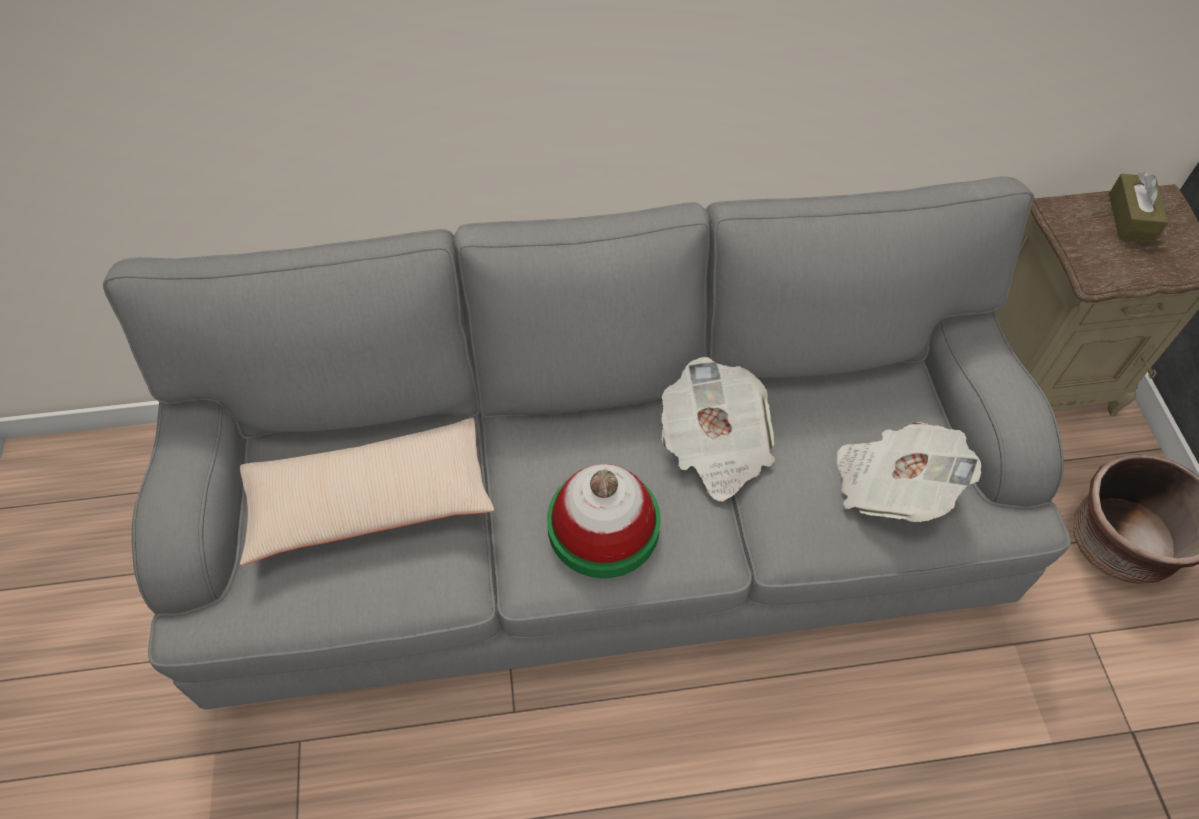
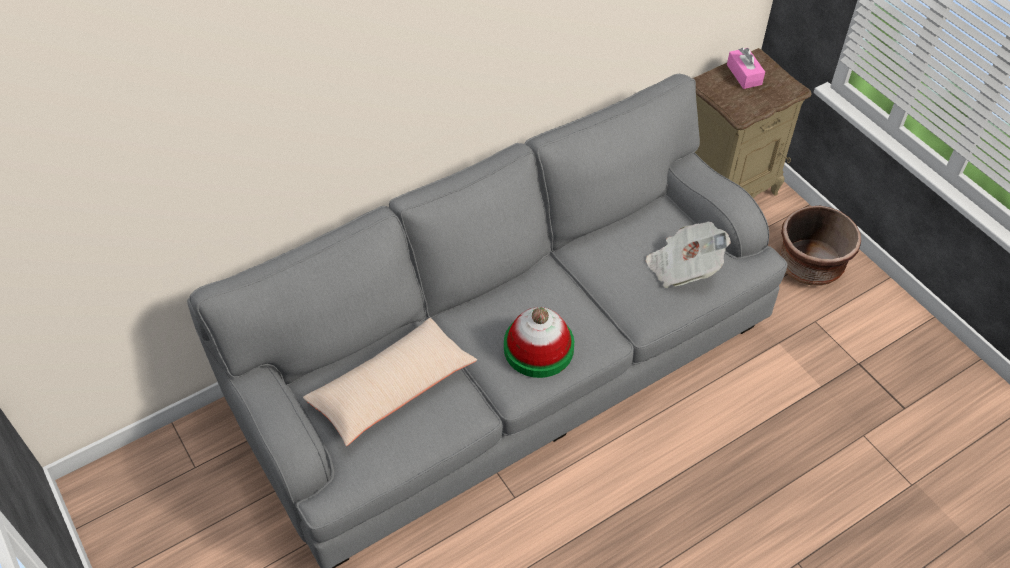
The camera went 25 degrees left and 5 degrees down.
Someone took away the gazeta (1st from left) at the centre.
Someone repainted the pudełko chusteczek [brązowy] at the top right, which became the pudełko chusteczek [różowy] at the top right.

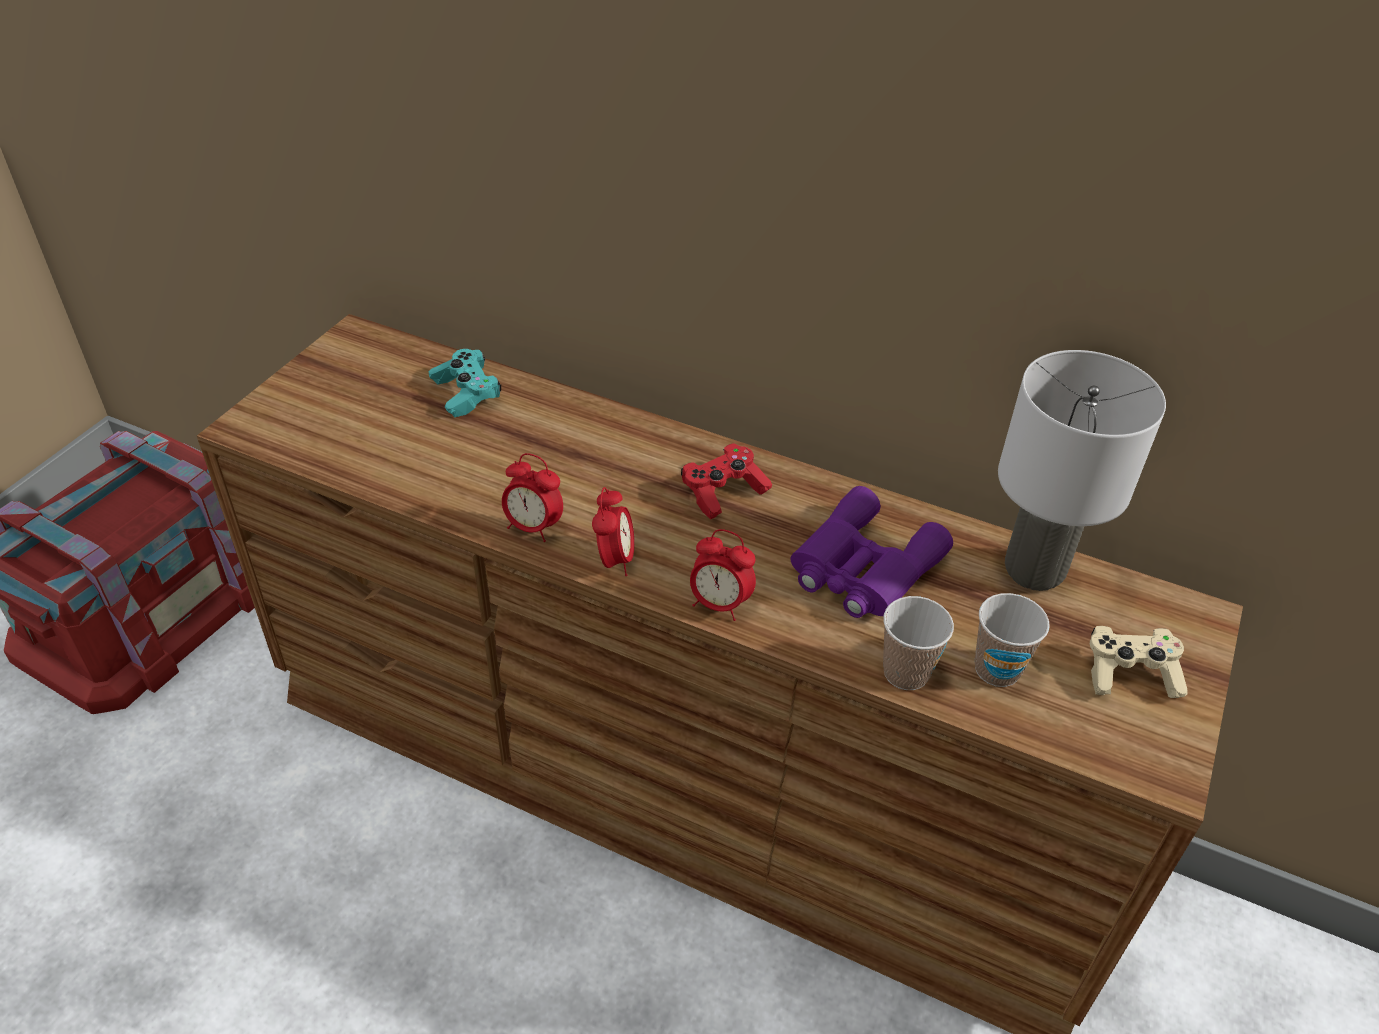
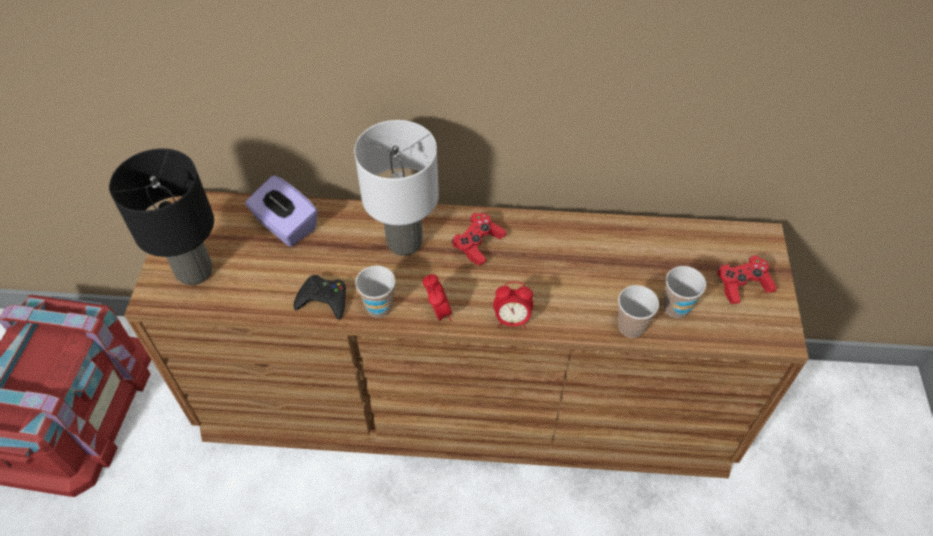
The camera went 20 degrees left and 10 degrees up.
Someone swapped the pad do gier [turkusowy] at the centre for the pudełko chusteczek [fioletowy] at the middle left.
Someone swapped the budzik (1st from left) at the centre for the filiżanka (1st from left) at the centre.
Someone took away the lornetka [fioletowy] at the centre.
Someone carried the lampa stołowa [biały] from the middle right to the centre.
Someone repainted the pad do gier [beżowy] at the middle right, which became the pad do gier [czerwony] (2nd from left) at the middle right.
Someone put down the lampa stołowa [czarny] at the middle left.
Someone put down the pad do gier [czarny] at the centre.

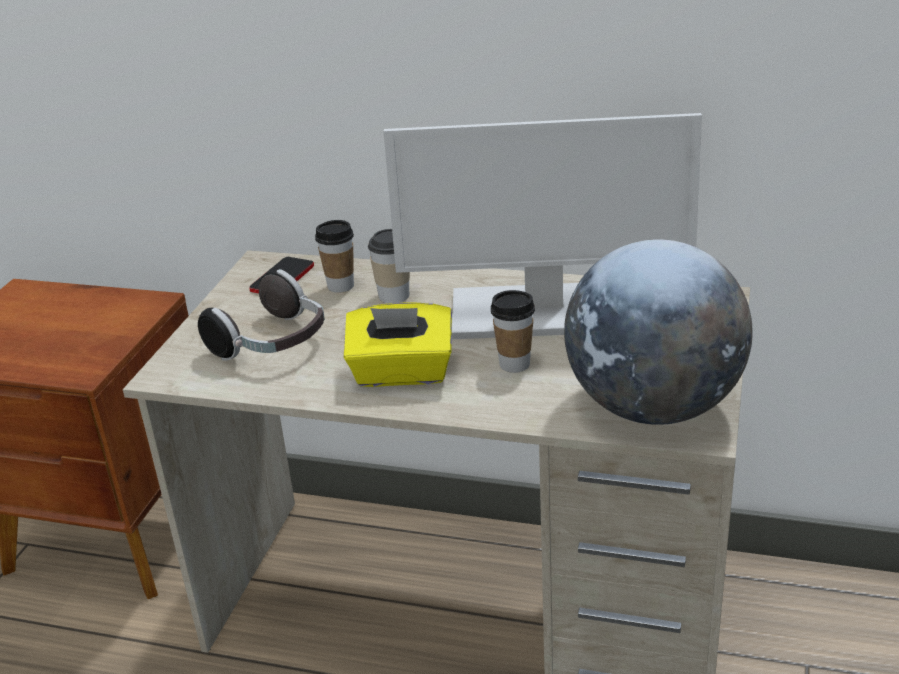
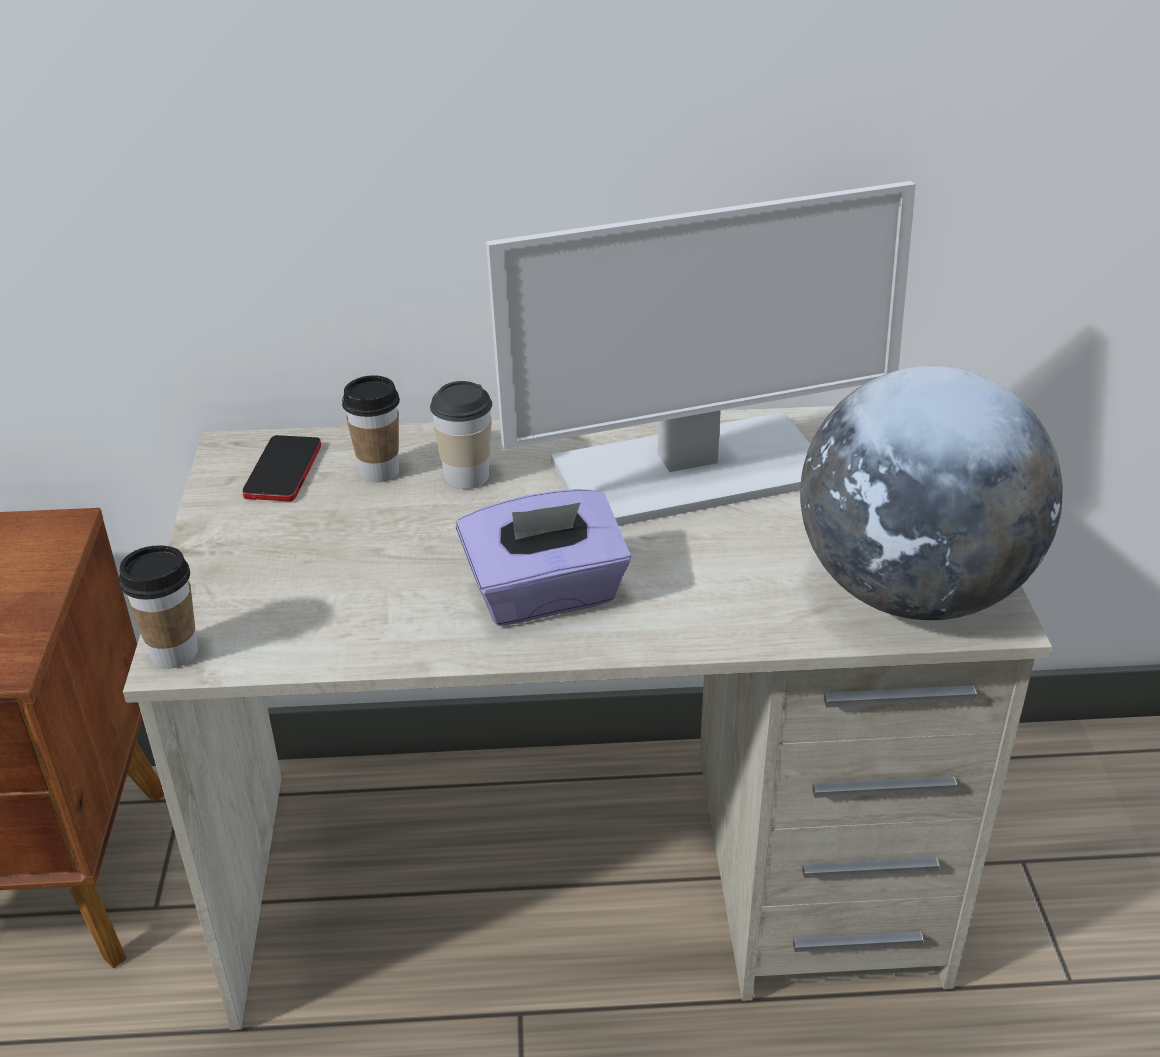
The camera went 20 degrees left and 5 degrees up.
Someone took away the słuchawki at the middle left.
Someone repainted the pudełko chusteczek [żółty] at the centre, which became the pudełko chusteczek [fioletowy] at the centre.
Someone carried the filiżanka (3rd from left in the first image) from the centre to the middle left.

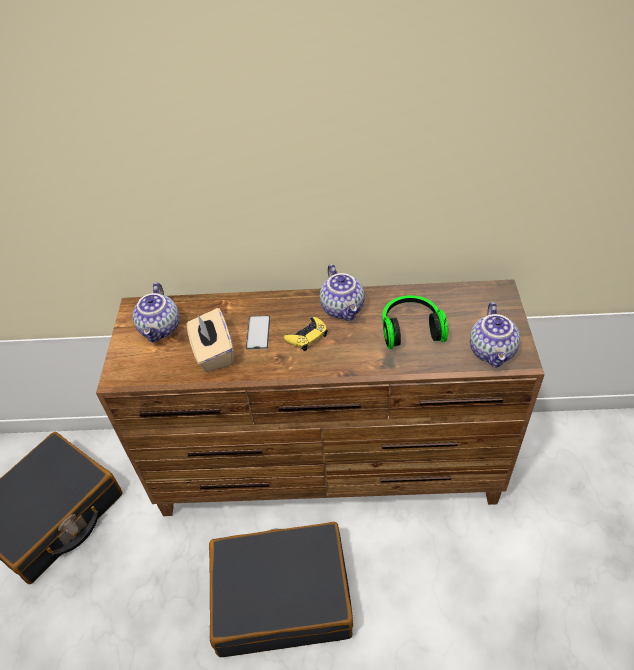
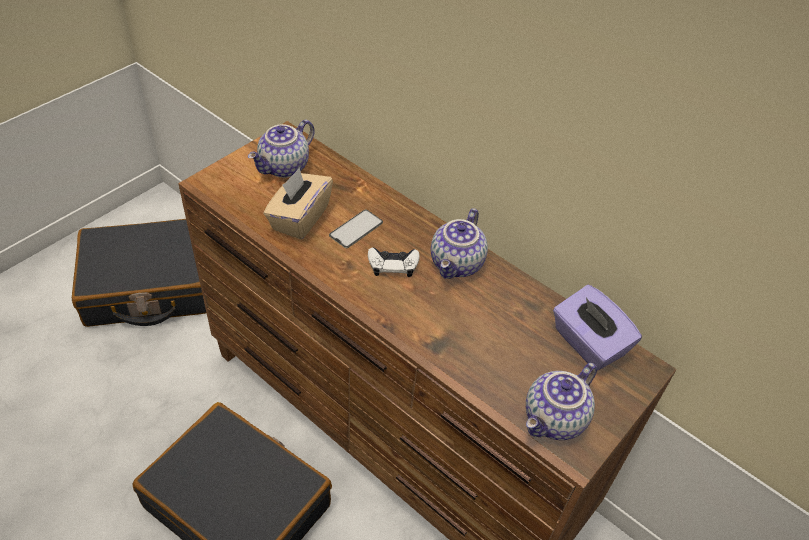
The camera went 35 degrees right and 0 degrees up.
Someone repainted the pad do gier [żółty] at the centre, which became the pad do gier [biały] at the centre.
Someone took away the słuchawki at the centre.
Someone put down the pudełko chusteczek [fioletowy] at the middle right.

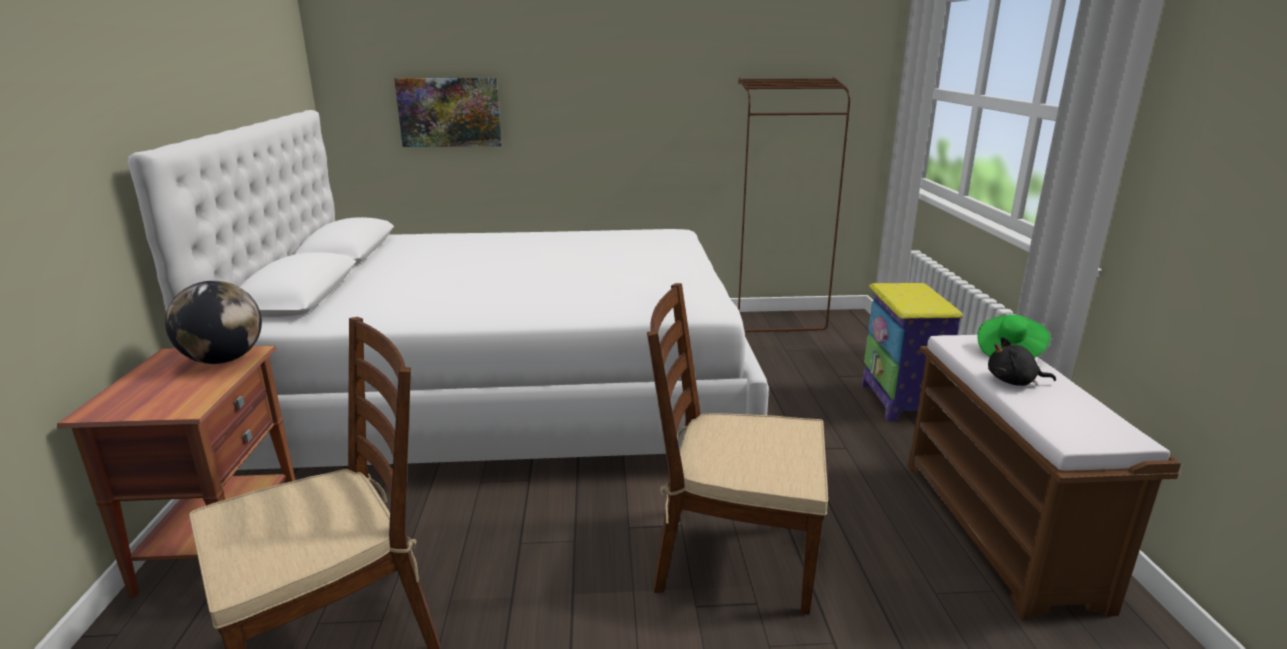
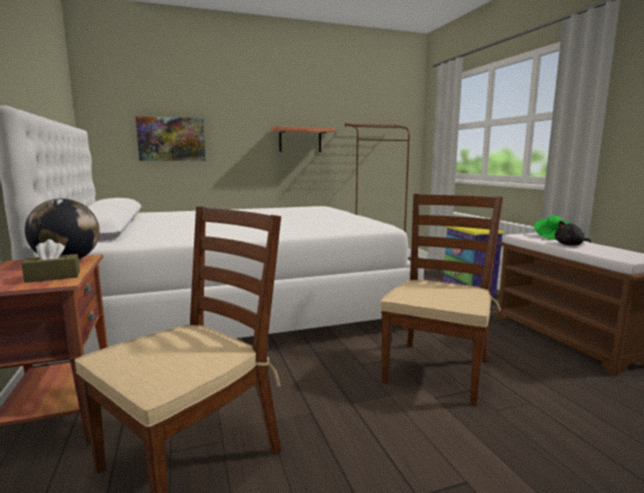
The camera went 15 degrees left and 10 degrees down.
Someone rotated the krzesło [brązowy] (2nd from left) at the bottom centre by 120 degrees clockwise.
Someone put down the pudełko chusteczek [brązowy] at the middle left.
Someone put up the półka at the top centre.

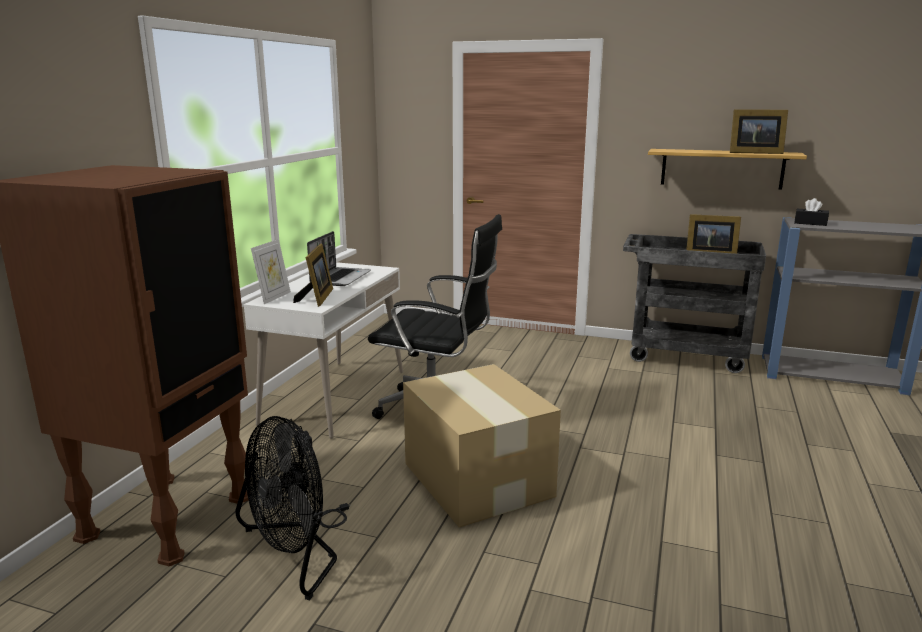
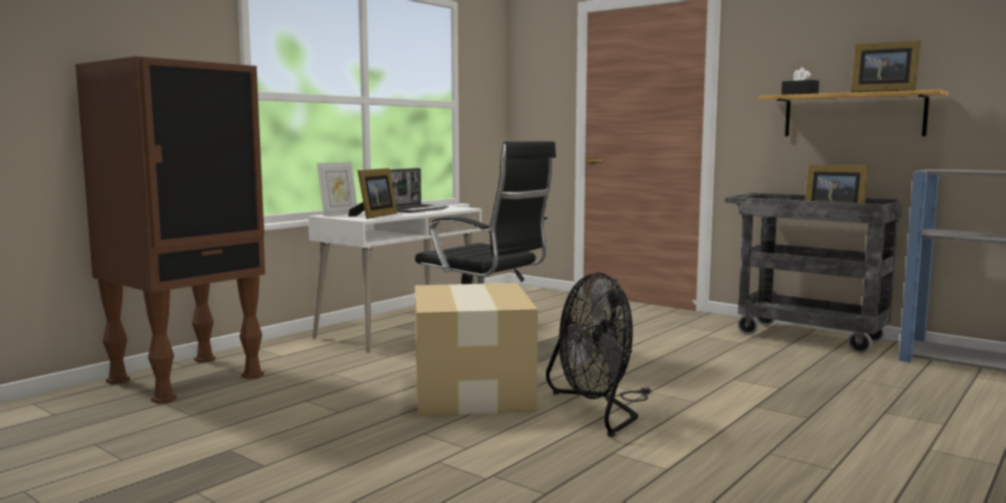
The camera went 20 degrees right and 10 degrees down.
Someone carried the wentylator [czarny] from the bottom left to the bottom centre.
Someone carried the pudełko chusteczek [czarny] from the middle right to the top right.

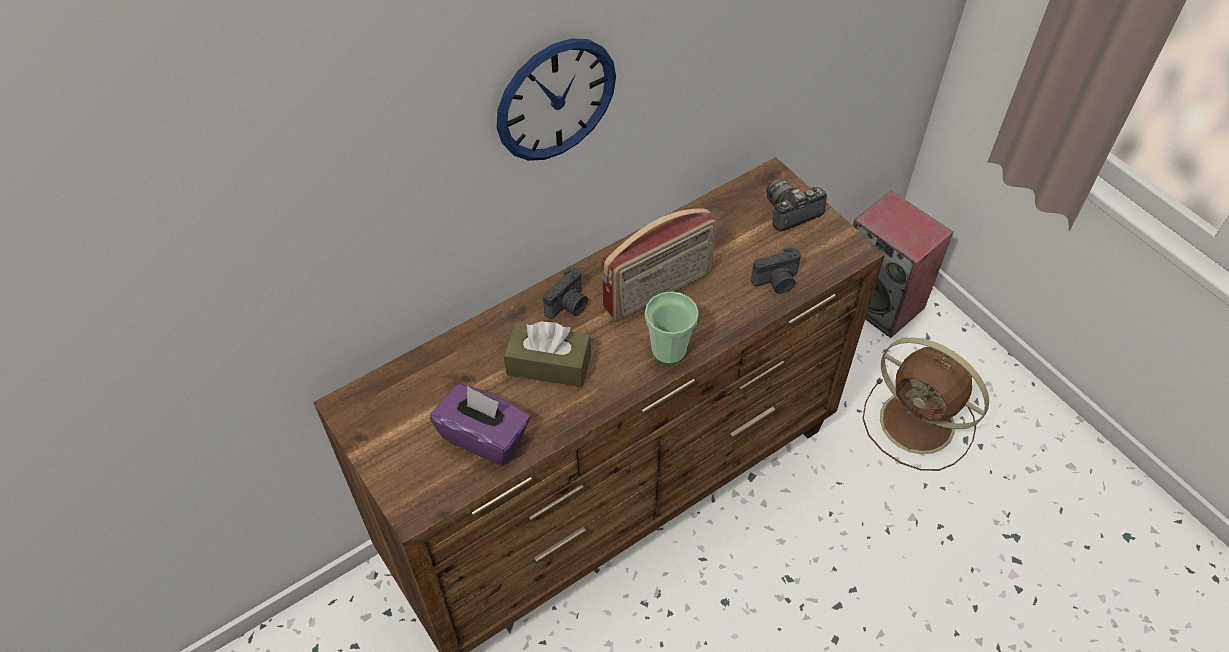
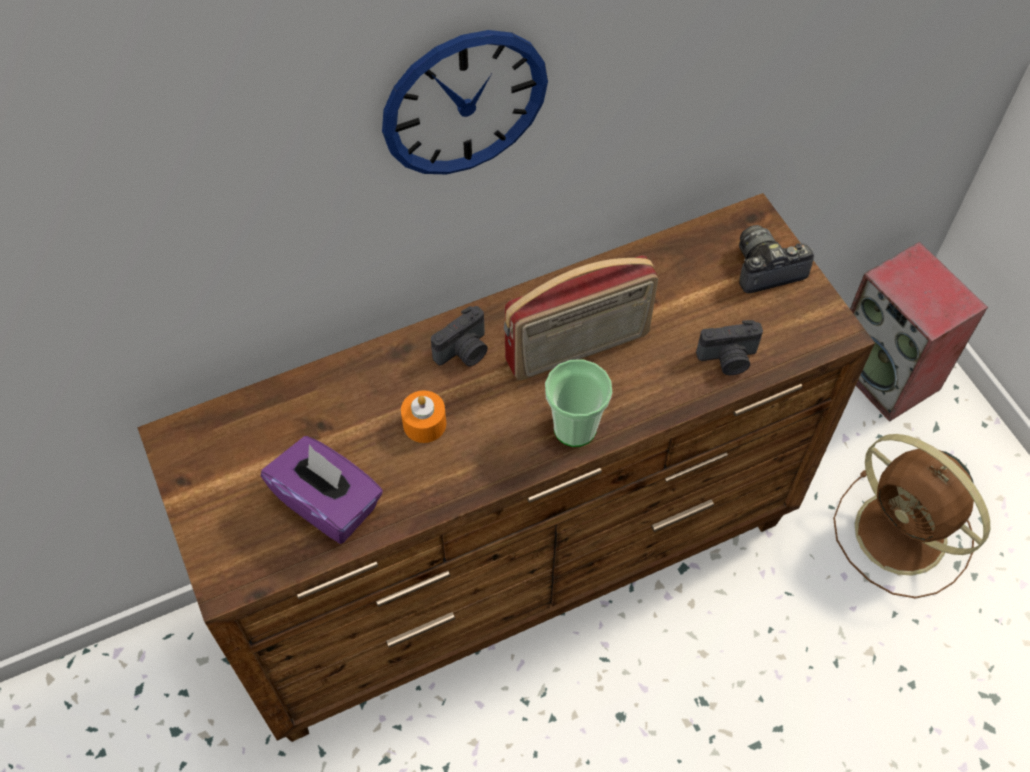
The camera went 10 degrees right and 5 degrees up.
Someone swapped the pudełko chusteczek [brązowy] at the centre for the świeca [pomarańczowy] at the centre.

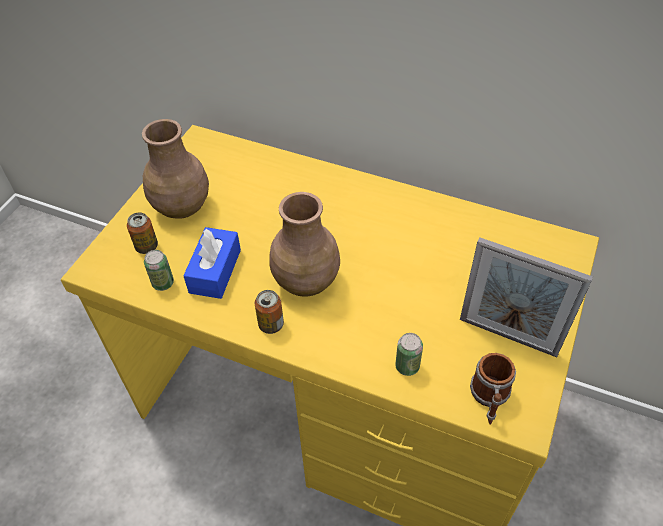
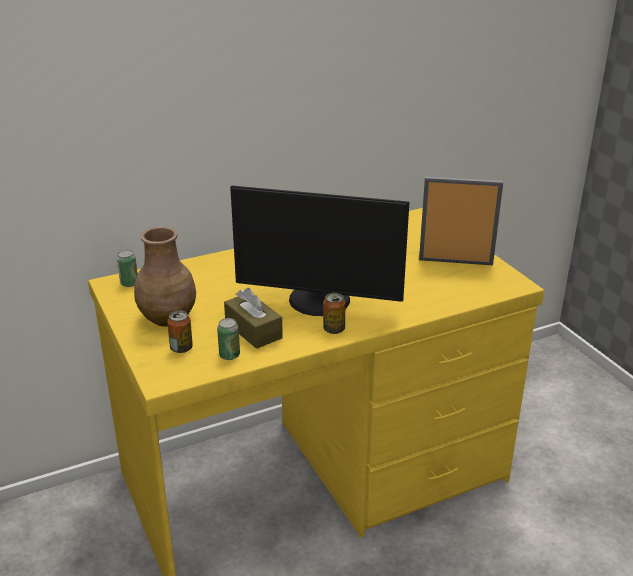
The camera went 50 degrees left and 20 degrees down.
Someone repainted the pudełko chusteczek [niebieski] at the middle left, which became the pudełko chusteczek [brązowy] at the centre.
Someone swapped the wazon [brązowy] (2nd from left) at the centre for the monitor at the centre.
Someone carried the puszka (4th from left in the first image) from the bottom centre to the middle left.
Someone rotated the ramka na zdjęcie at the middle right by 150 degrees counterclockwise.
Someone took away the kubek at the bottom right.

